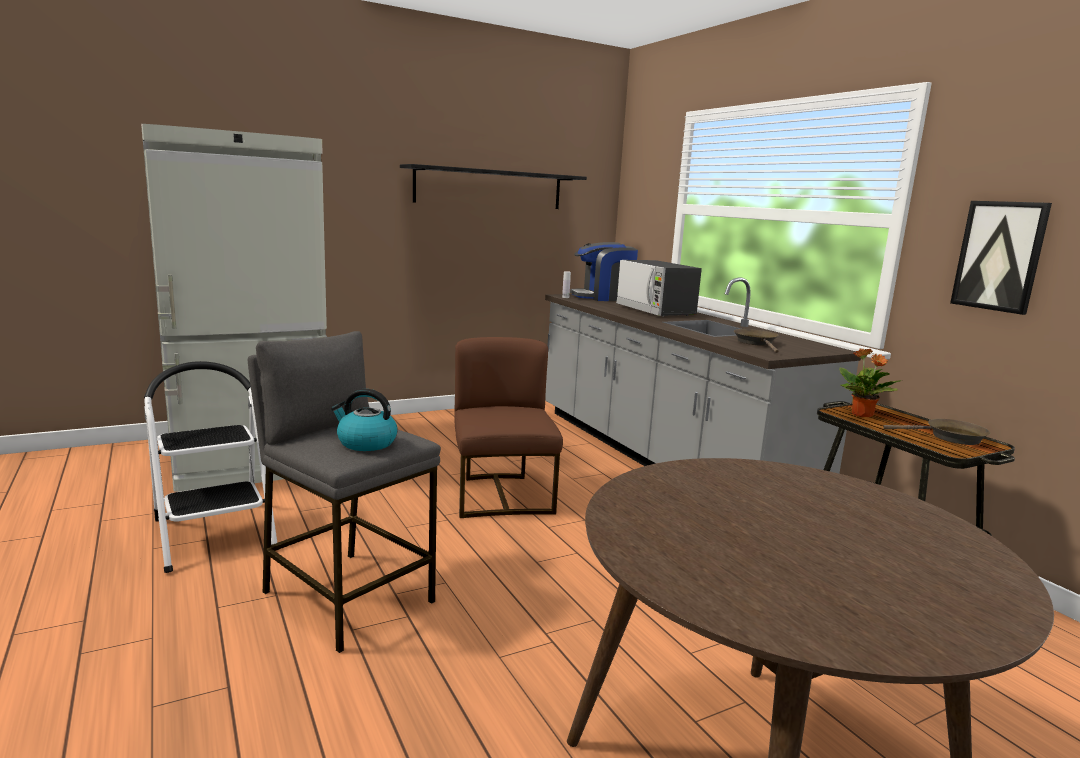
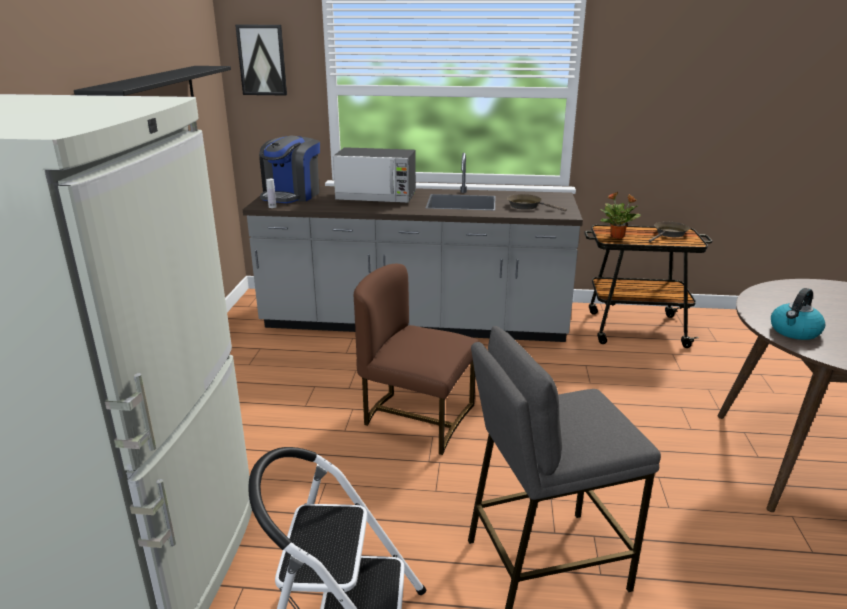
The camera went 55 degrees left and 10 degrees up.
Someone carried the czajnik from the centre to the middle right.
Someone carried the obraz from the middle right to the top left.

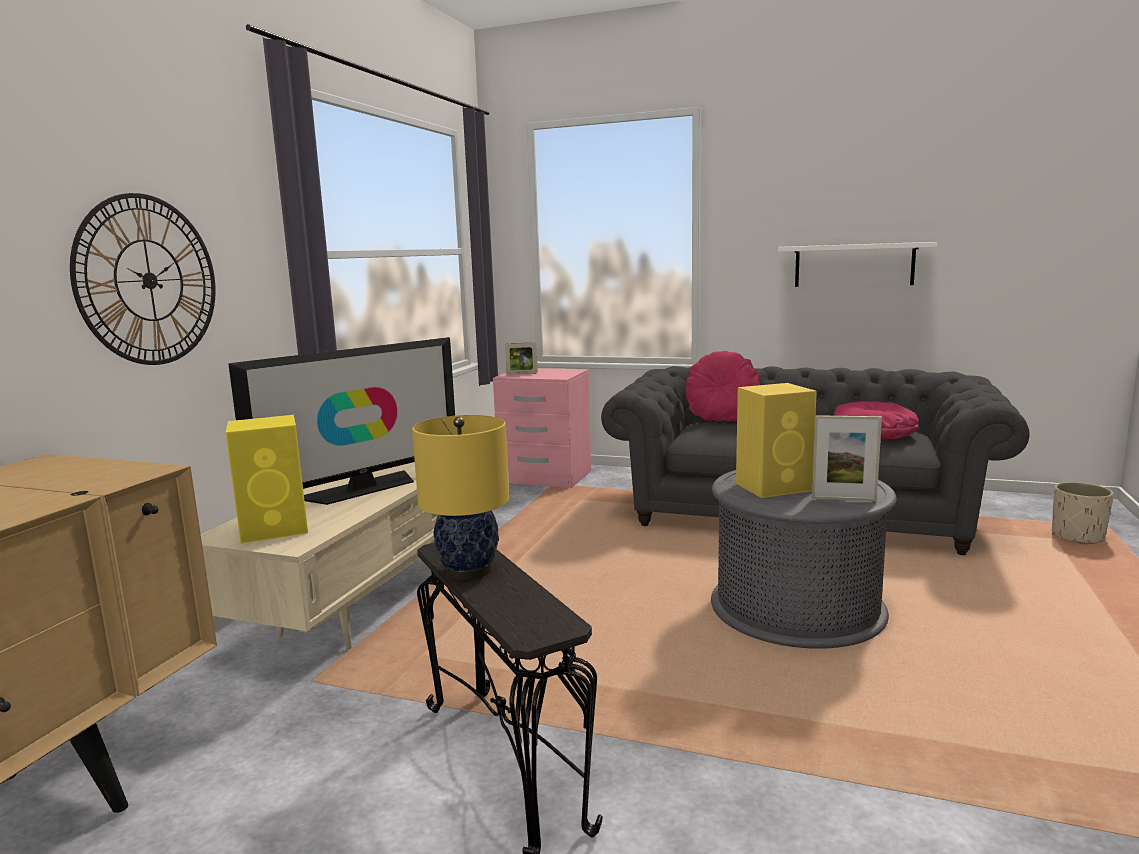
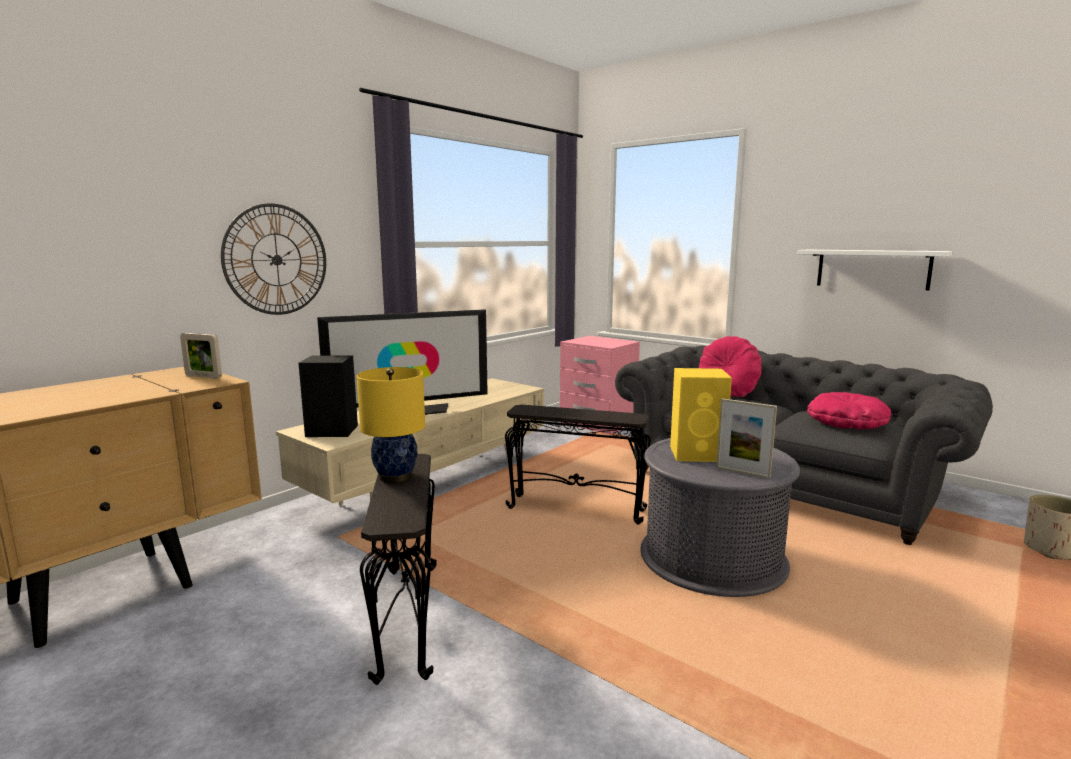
The camera went 20 degrees right and 0 degrees up.
Someone repainted the głośnik [żółty] (1st from left) at the middle left, which became the głośnik [czarny] at the middle left.
Someone carried the ramka na zdjęcie (1st from left) from the centre to the middle left.
Someone put down the stolik [czarny] (2nd from left) at the centre.

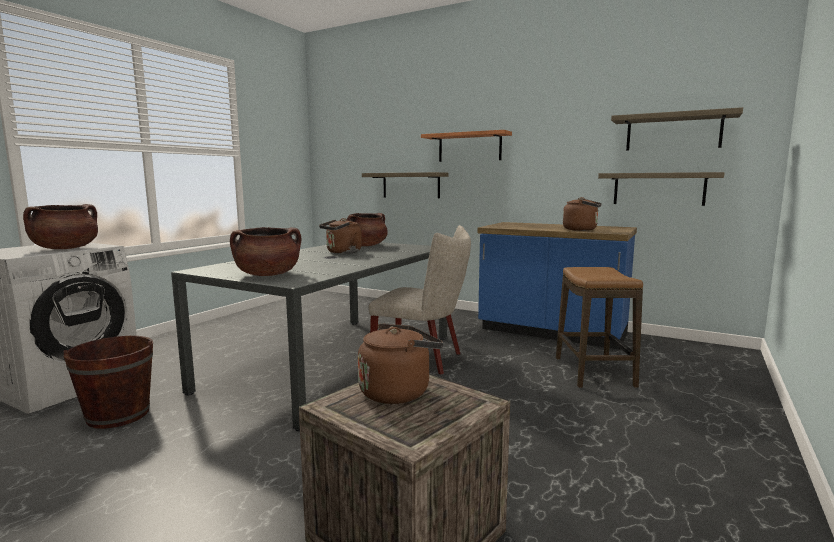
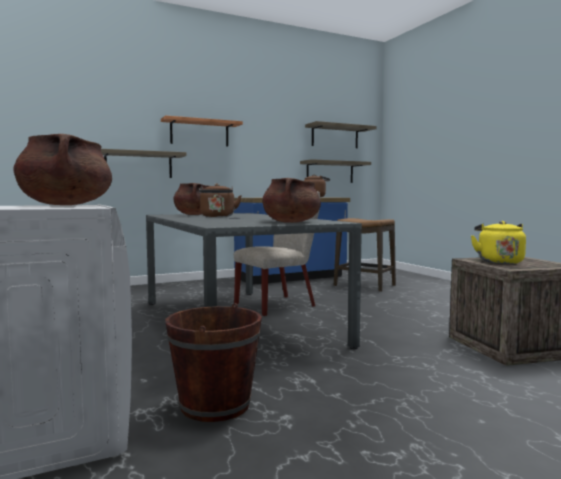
The camera went 55 degrees left and 5 degrees down.
Someone repainted the czajnik [brązowy] (2nd from left) at the bottom centre, which became the czajnik [żółty] at the middle right.

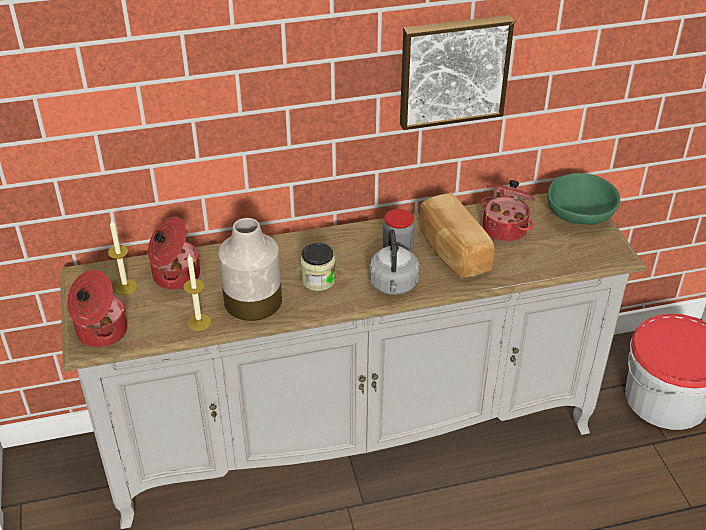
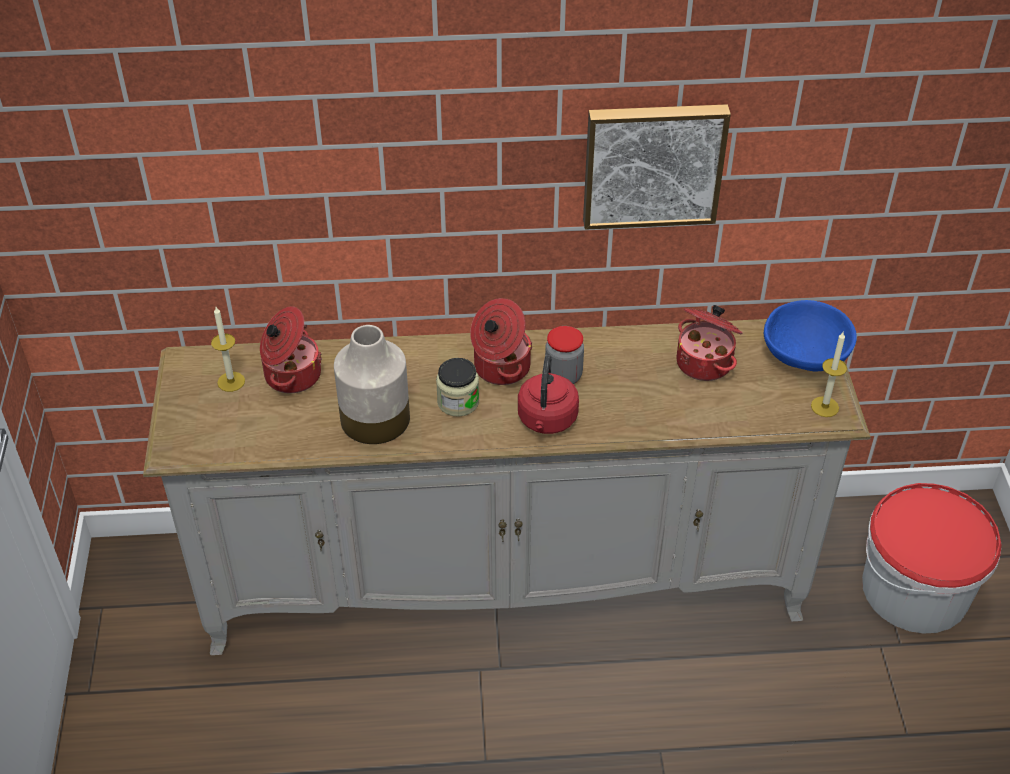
The camera went 10 degrees right and 5 degrees up.
Someone carried the garnek (1st from left in the first image) from the middle left to the centre.
Someone carried the świeca (2nd from left) from the middle left to the middle right.
Someone repainted the czajnik [szary] at the centre, which became the czajnik [czerwony] at the centre.
Someone took away the chleb at the centre.
Someone repainted the miska [zielony] at the middle right, which became the miska [niebieski] at the middle right.

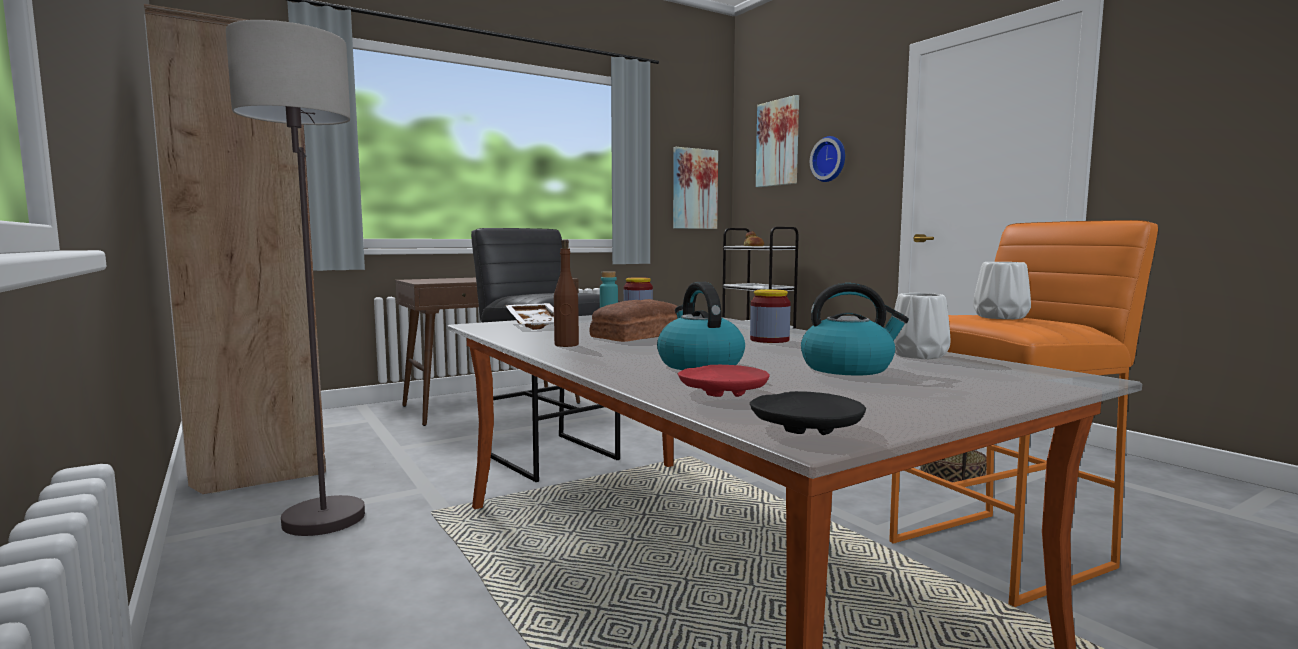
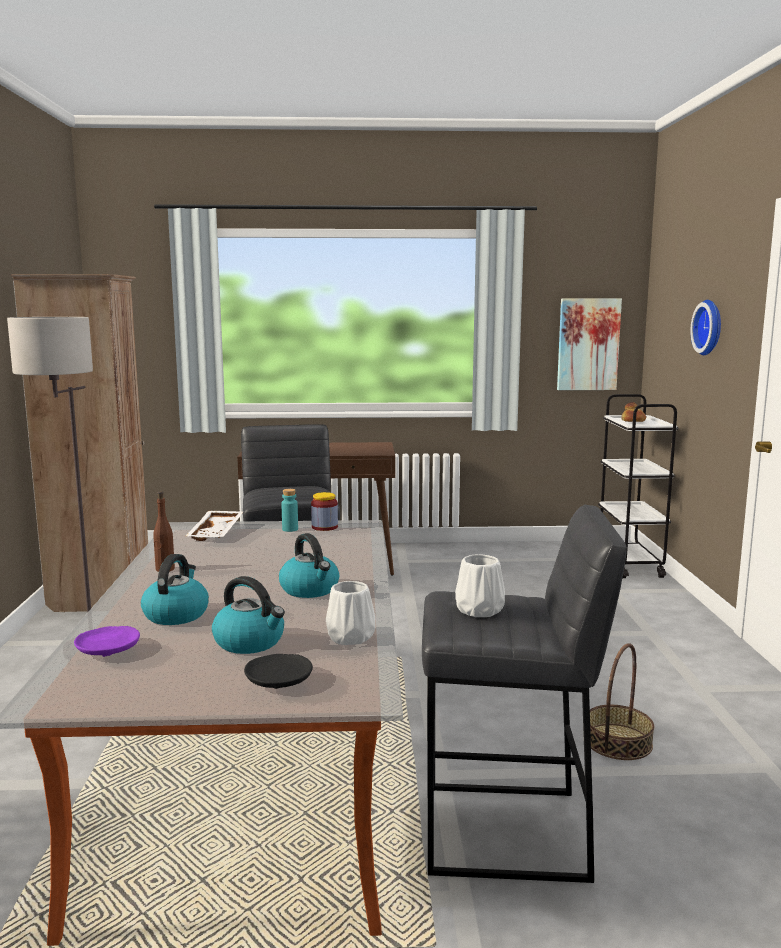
The camera went 30 degrees right and 5 degrees up.
Someone took away the chleb (1st from left) at the centre.
Someone repainted the talerz [czerwony] at the centre, which became the talerz [fioletowy] at the bottom left.
Someone swapped the słoik (2nd from left) at the centre for the czajnik (3rd from left) at the centre.
Someone carried the talerz [czarny] from the centre to the bottom centre.
Someone took away the obraz (2nd from left) at the top centre.
Someone repainted the stołek [pomarańczowy] at the middle right, which became the stołek [szary] (2nd from left) at the bottom right.

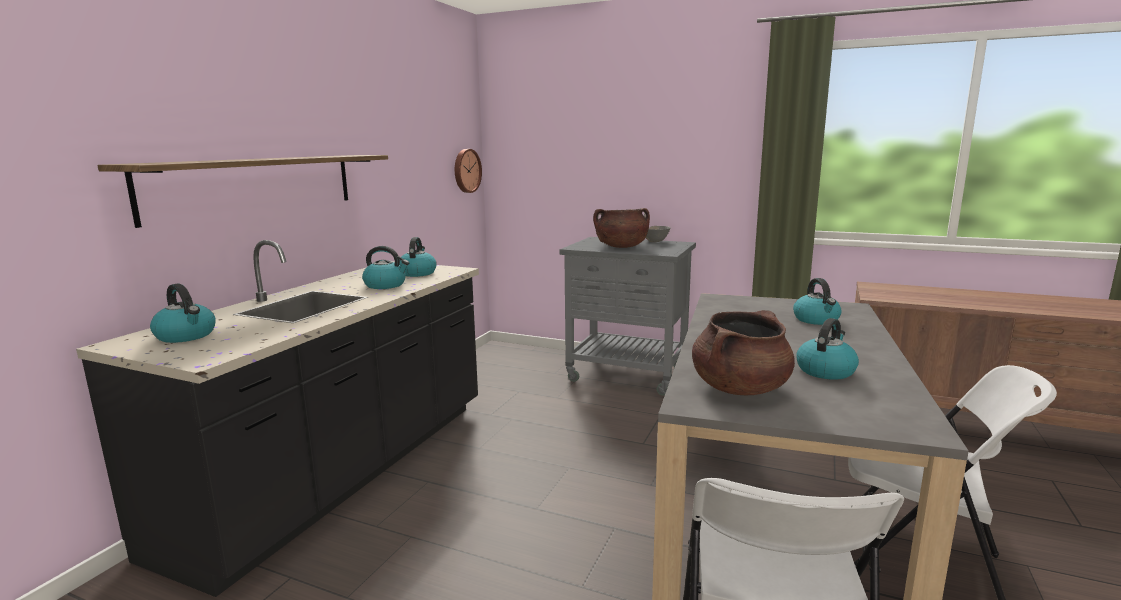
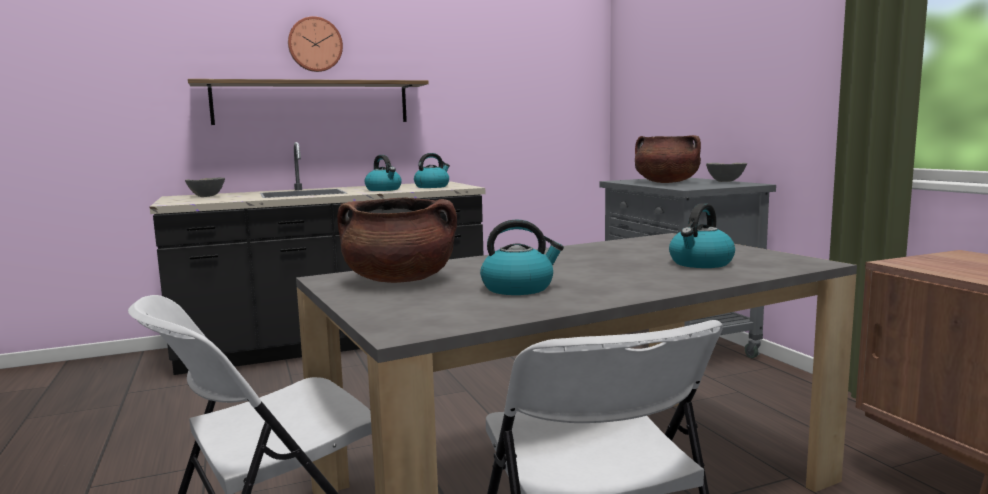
The camera went 45 degrees right and 5 degrees down.
Someone swapped the czajnik (1st from left) at the middle left for the miska [szary] (1st from left) at the middle left.
Someone carried the zegar ścienny from the top centre to the top left.

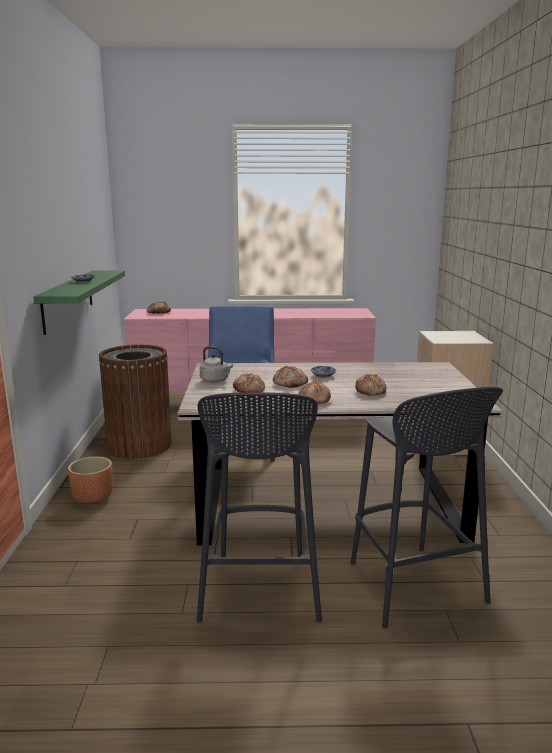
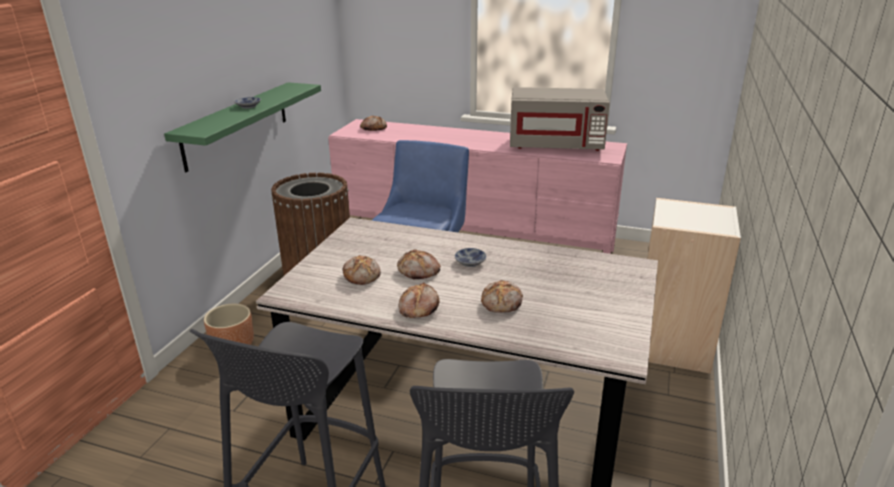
The camera went 20 degrees right and 10 degrees up.
Someone took away the czajnik [szary] at the centre.
Someone put down the mikrofalówka [szary] at the top centre.

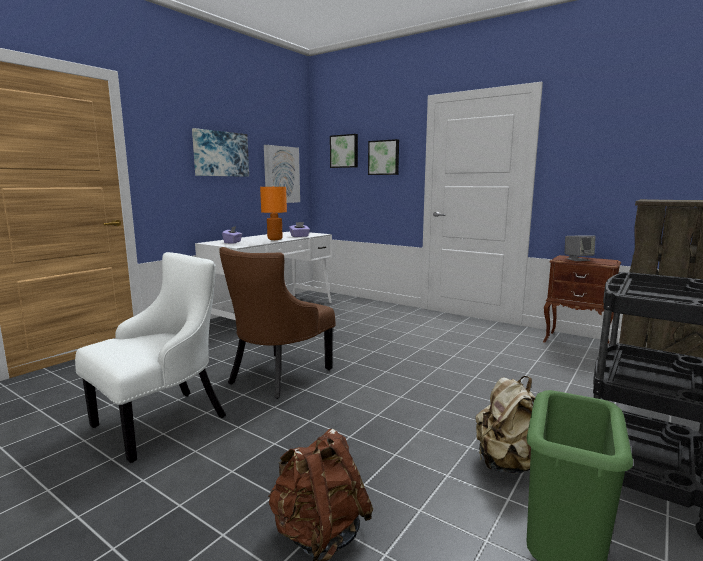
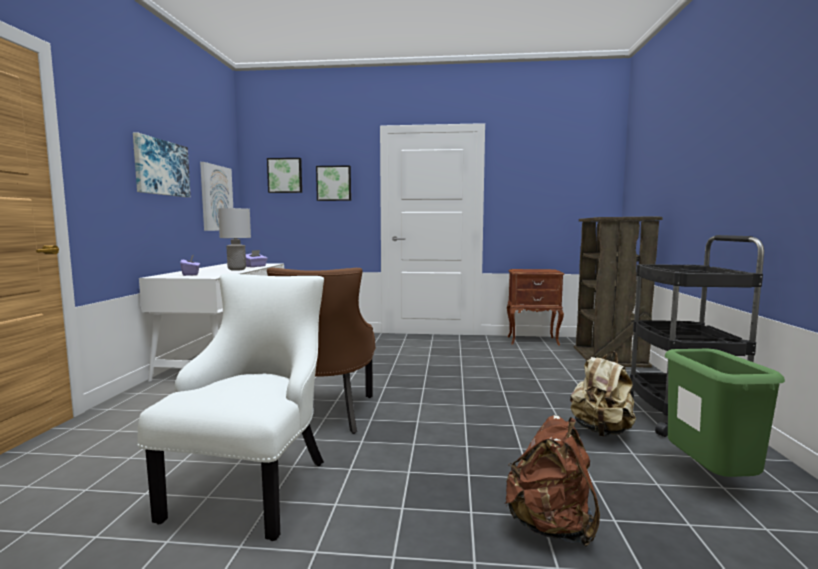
The camera went 30 degrees left and 5 degrees down.
Someone repainted the lampa stołowa [pomarańczowy] at the centre, which became the lampa stołowa [szary] at the middle left.
Someone took away the głośnik [szary] at the middle right.

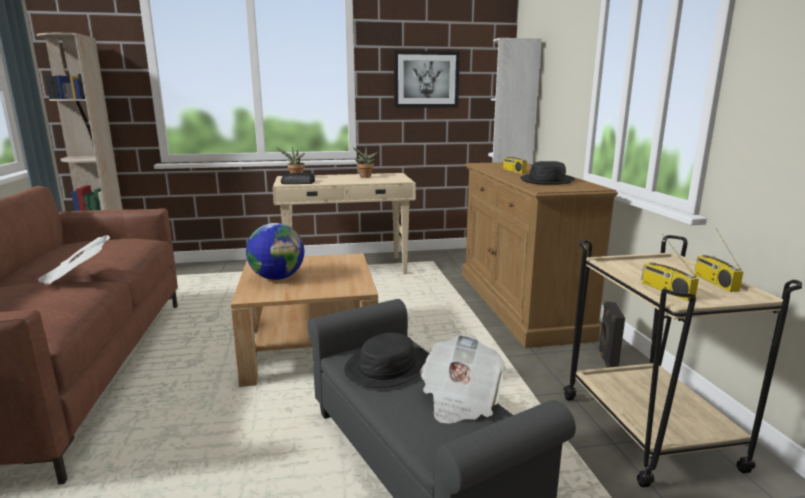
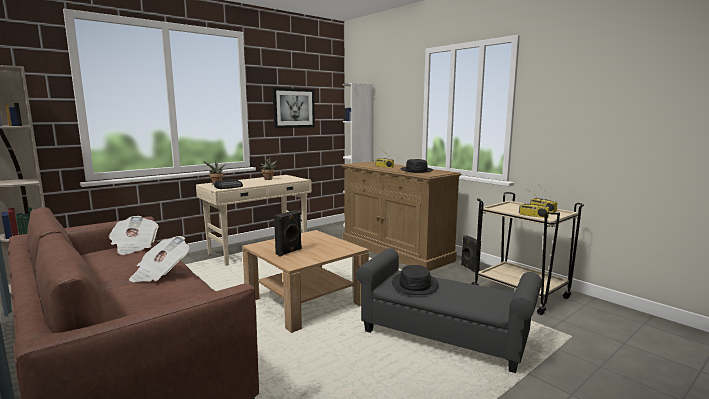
The camera went 30 degrees left and 5 degrees down.
Someone swapped the globus at the centre for the głośnik [czarny] (1st from left) at the centre.
Someone carried the gazeta (2nd from left in the first image) from the bottom centre to the middle left.

